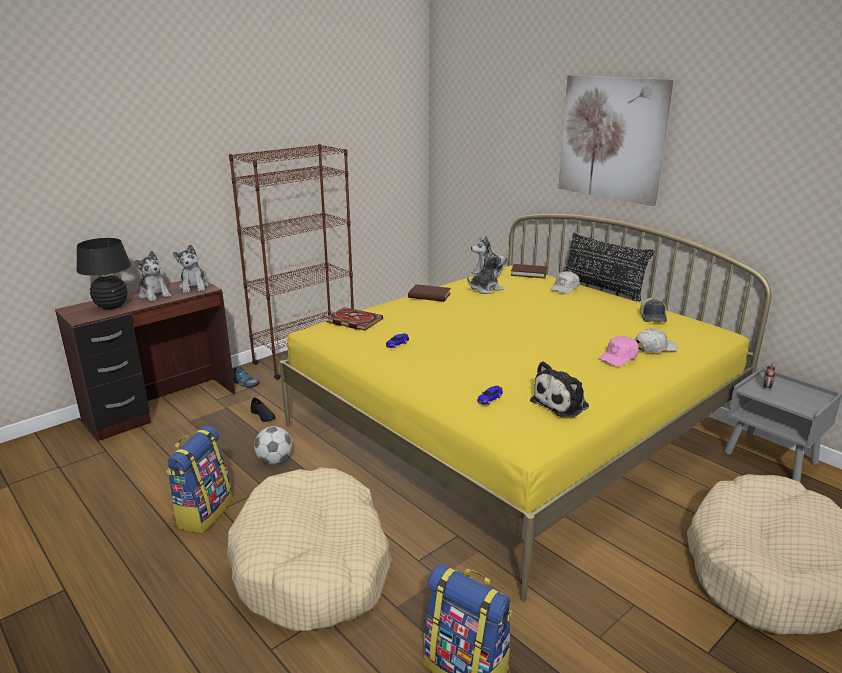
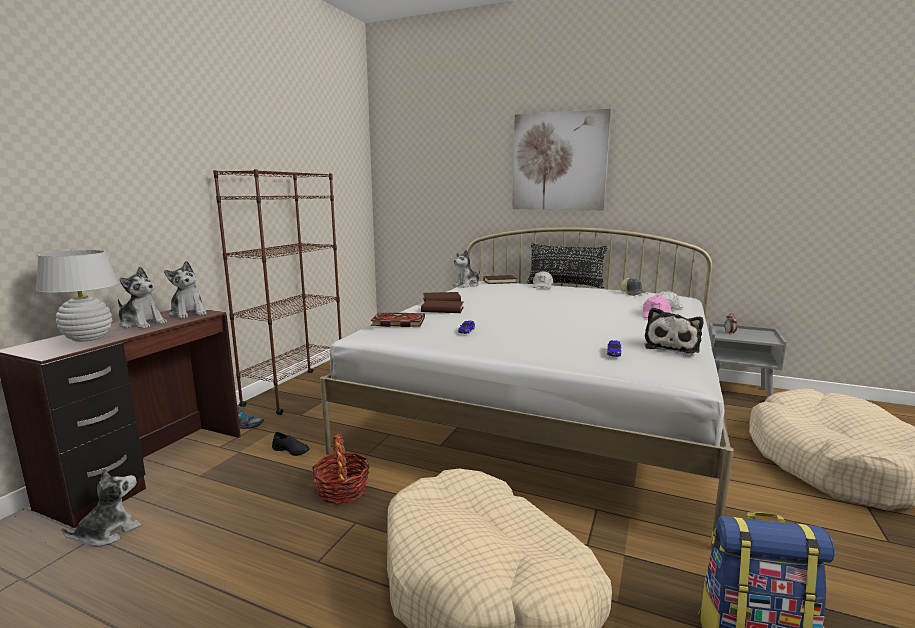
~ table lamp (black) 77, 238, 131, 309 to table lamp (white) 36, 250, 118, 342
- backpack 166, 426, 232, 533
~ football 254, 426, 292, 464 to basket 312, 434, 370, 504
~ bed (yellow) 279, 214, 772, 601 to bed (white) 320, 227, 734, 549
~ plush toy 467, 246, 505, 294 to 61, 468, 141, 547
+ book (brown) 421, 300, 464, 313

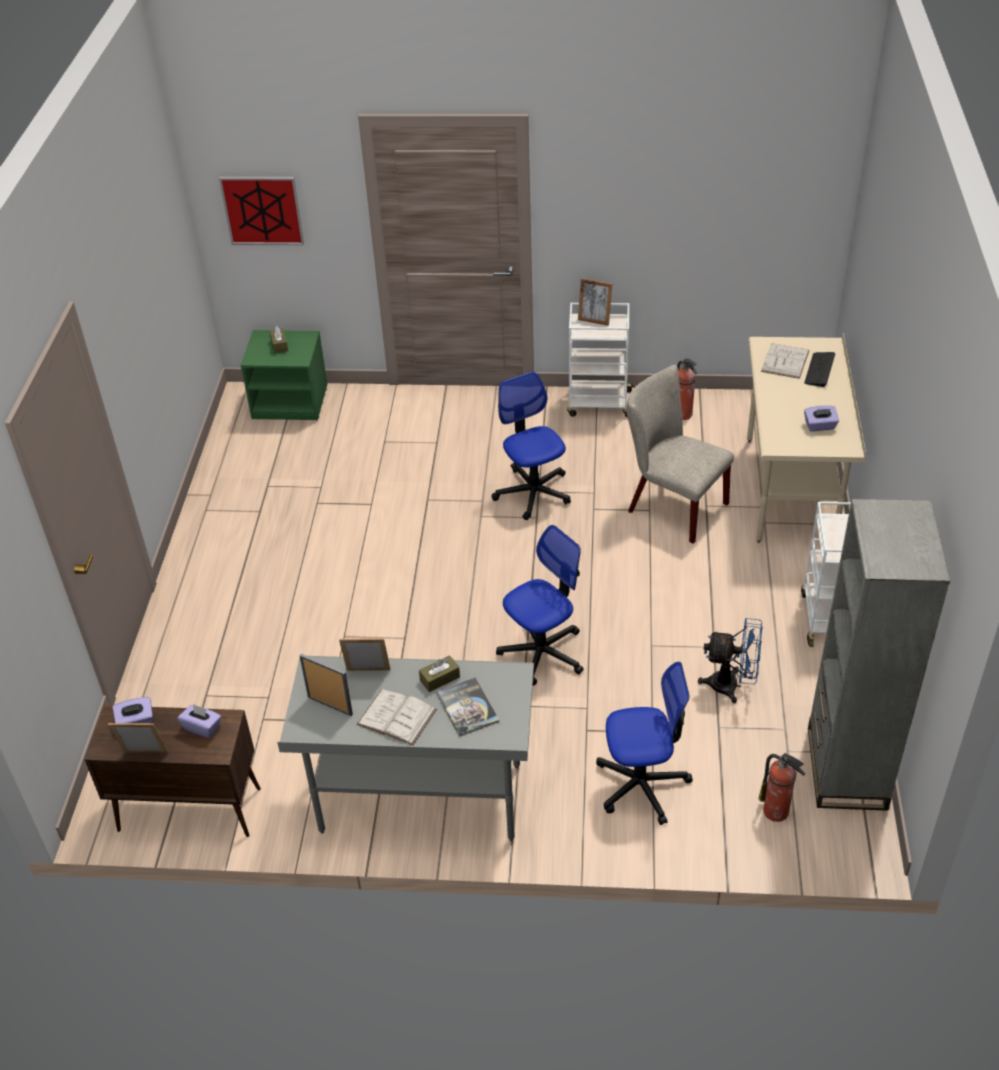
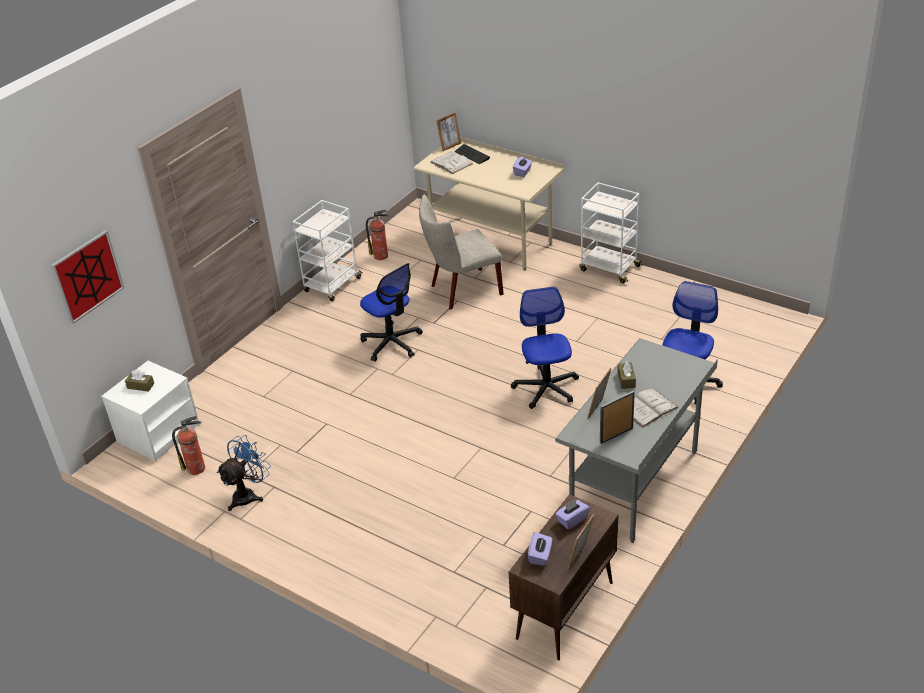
~ nightstand (green) 241, 330, 327, 420 to nightstand (white) 101, 361, 200, 461
- book 436, 677, 499, 737
~ office chair 492, 371, 571, 520 = 360, 263, 423, 362 135 degrees counterclockwise
~ picture frame 578, 278, 612, 326 to 436, 112, 461, 151
~ fan (blue) 698, 618, 762, 703 to 217, 435, 271, 511
~ fire extinguisher 758, 753, 805, 822 to 172, 416, 205, 475
- bookcase (grey) 808, 499, 950, 811

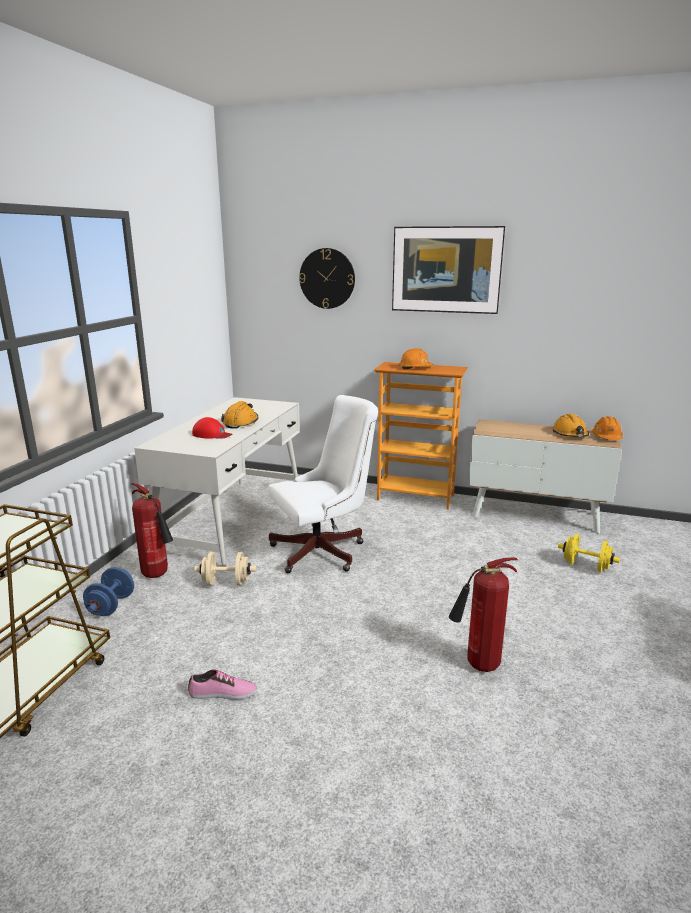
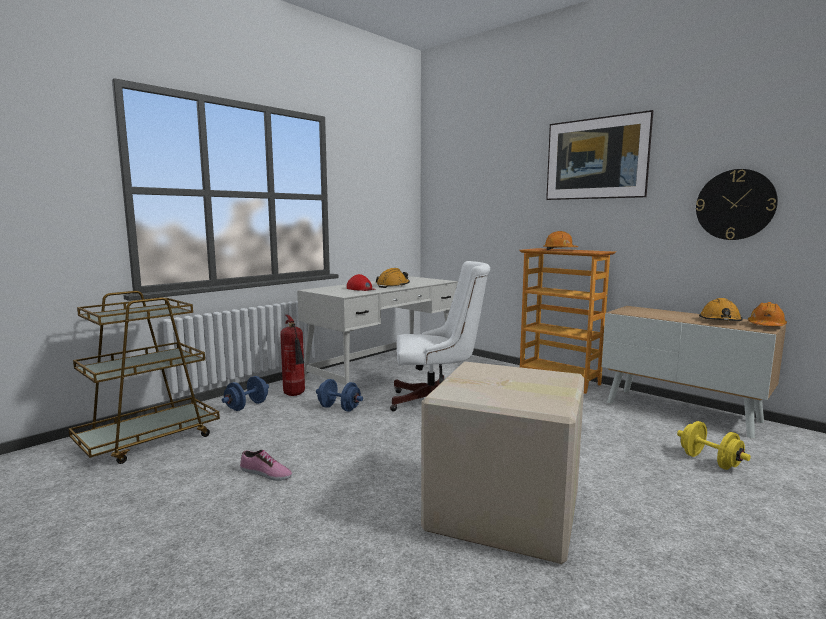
~ dumbbell (beige) 194, 552, 256, 586 to dumbbell (blue) 316, 379, 363, 412
~ wall clock 299, 248, 355, 309 to 696, 169, 778, 240
~ fire extinguisher 449, 558, 518, 672 to cardboard box 421, 361, 585, 564

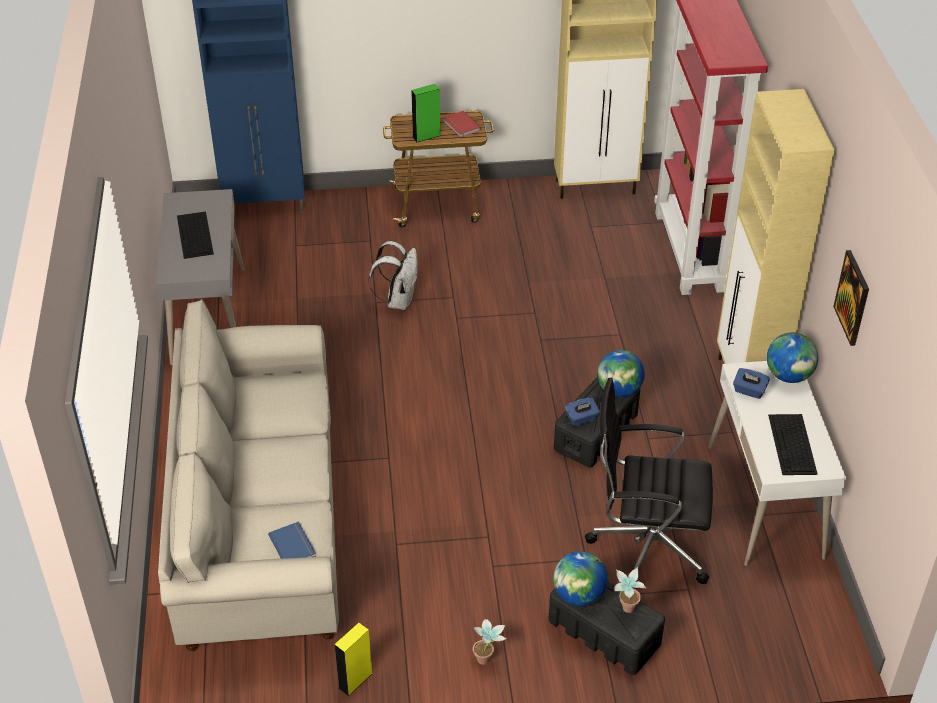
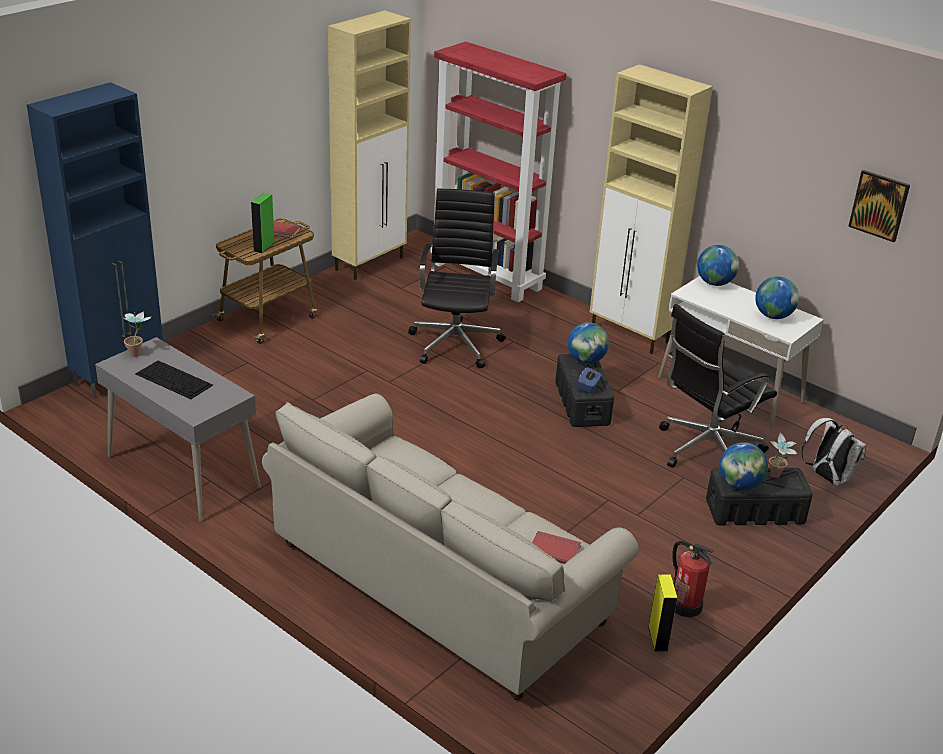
~ book (blue) 268, 521, 316, 559 to book (red) 532, 531, 581, 564
~ backpack (white) 368, 241, 418, 310 to 802, 418, 867, 486
~ potted plant 473, 619, 506, 665 to 122, 311, 152, 357
- tissue box (blue) 733, 368, 770, 399
~ keyboard 768, 414, 818, 475 to globe 755, 277, 799, 319
~ picture 833, 250, 869, 346 to 848, 170, 910, 242
+ office chair (black) 408, 188, 506, 368
+ fire extinguisher 672, 541, 714, 617

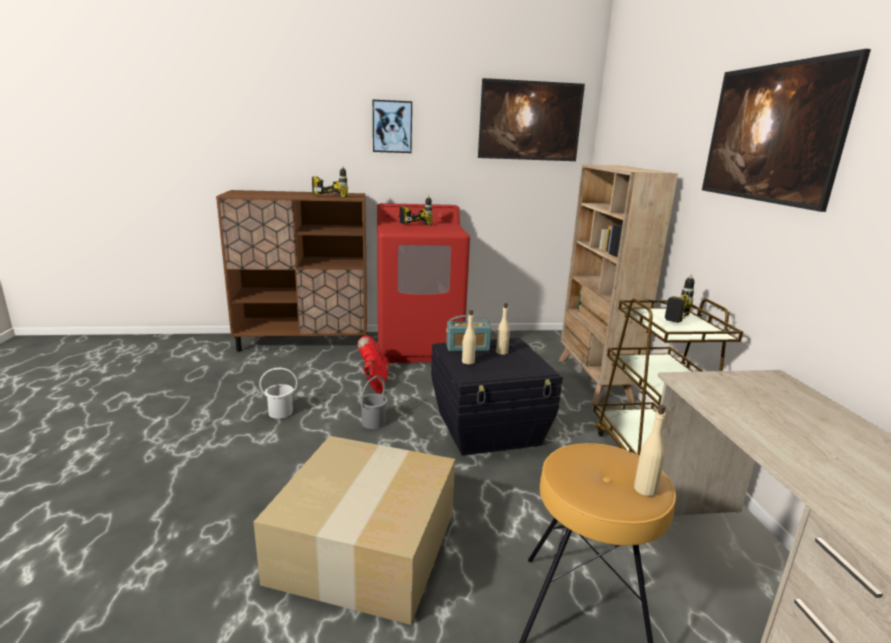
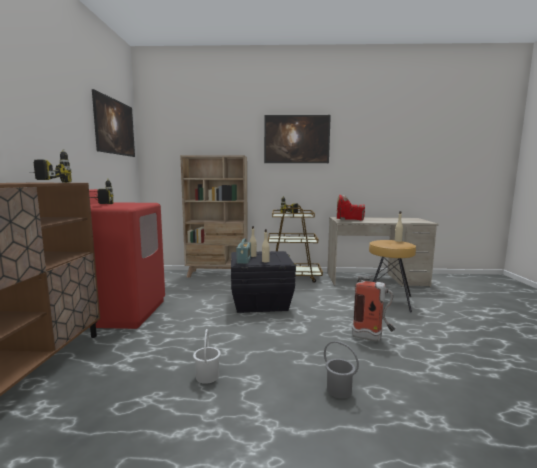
~ cardboard box 254, 436, 455, 625 to fire extinguisher 352, 275, 395, 342
~ boot (red) 358, 335, 389, 393 to 337, 195, 365, 221
~ bucket (grey) 359, 376, 388, 429 to 324, 341, 359, 399
- picture 373, 100, 412, 153

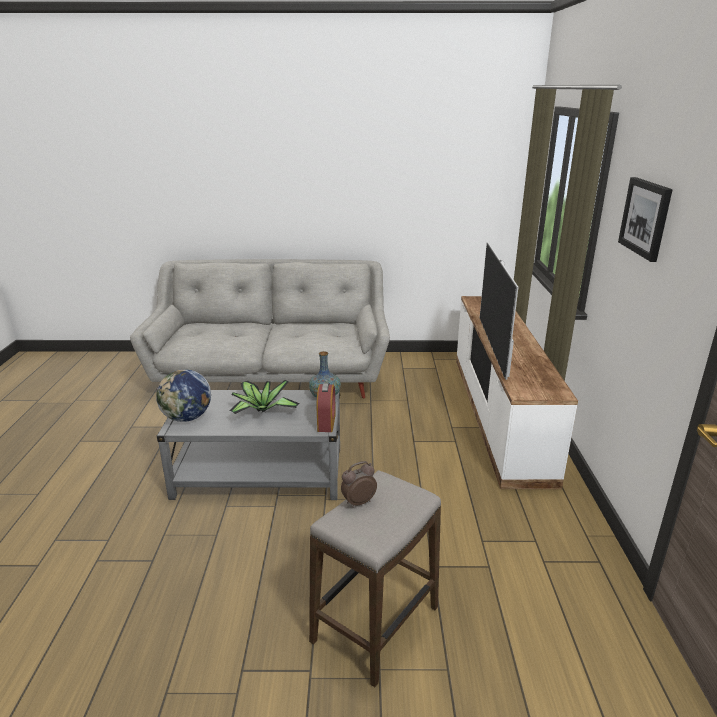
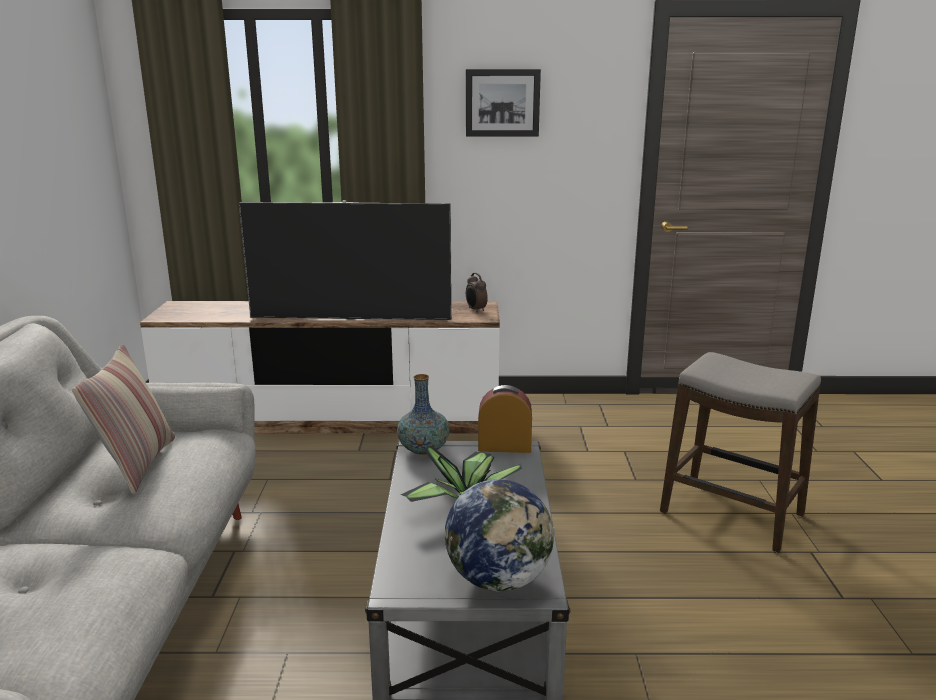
~ alarm clock 341, 461, 377, 508 to 466, 272, 488, 313
+ pillow 72, 344, 175, 494

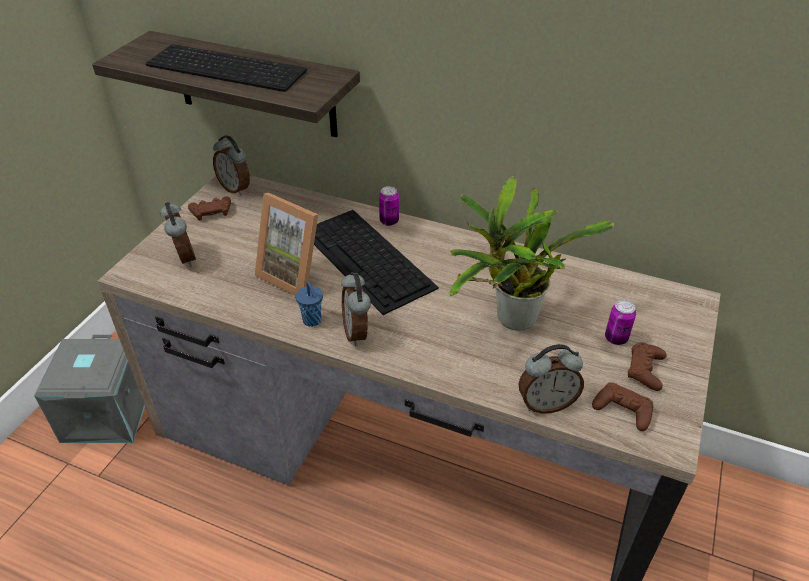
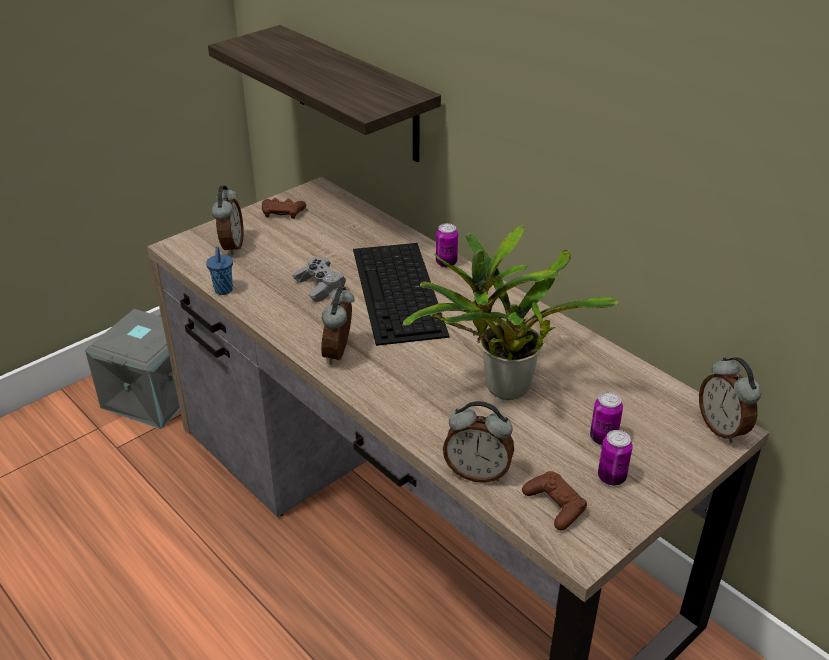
- keyboard 146, 44, 307, 92
~ alarm clock 213, 135, 250, 196 to 699, 357, 761, 443
~ picture frame 255, 193, 318, 297 to game controller (grey) 293, 257, 345, 302
~ cup (blue) 296, 281, 323, 327 to 206, 246, 233, 295
~ game controller (brown) 628, 342, 667, 391 to can 598, 430, 633, 485

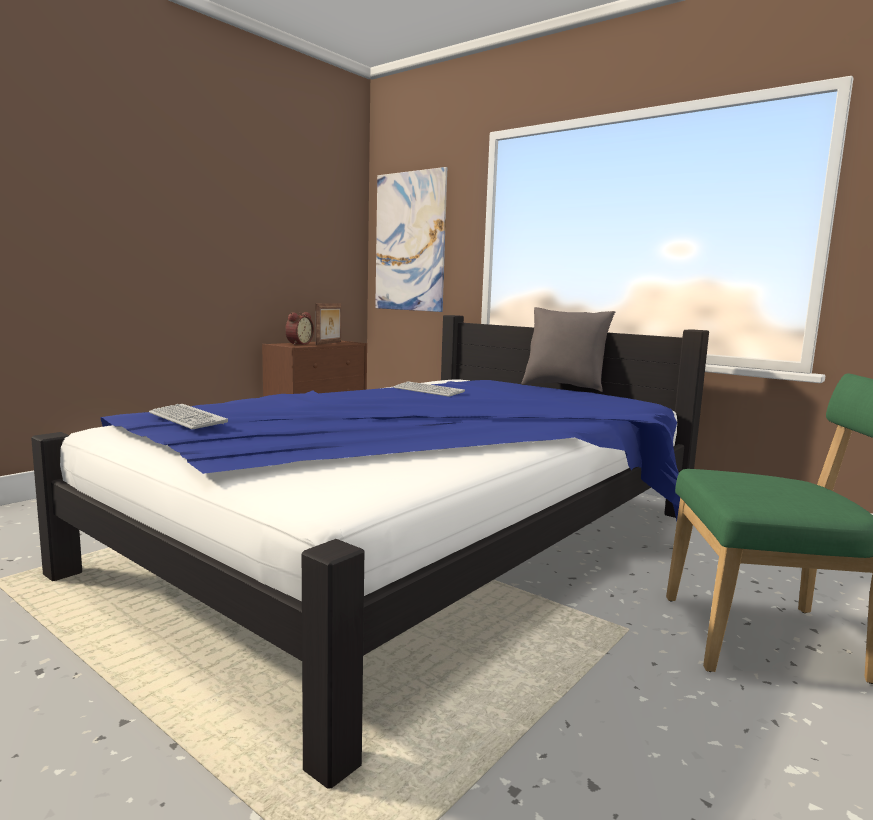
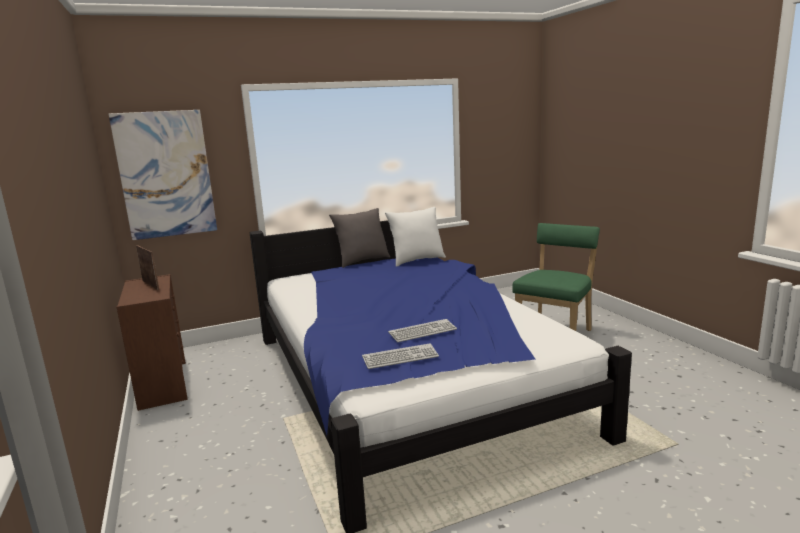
- alarm clock 285, 312, 314, 345
~ keyboard 393, 382, 465, 397 to 388, 319, 457, 342
+ pillow (white) 385, 207, 446, 267

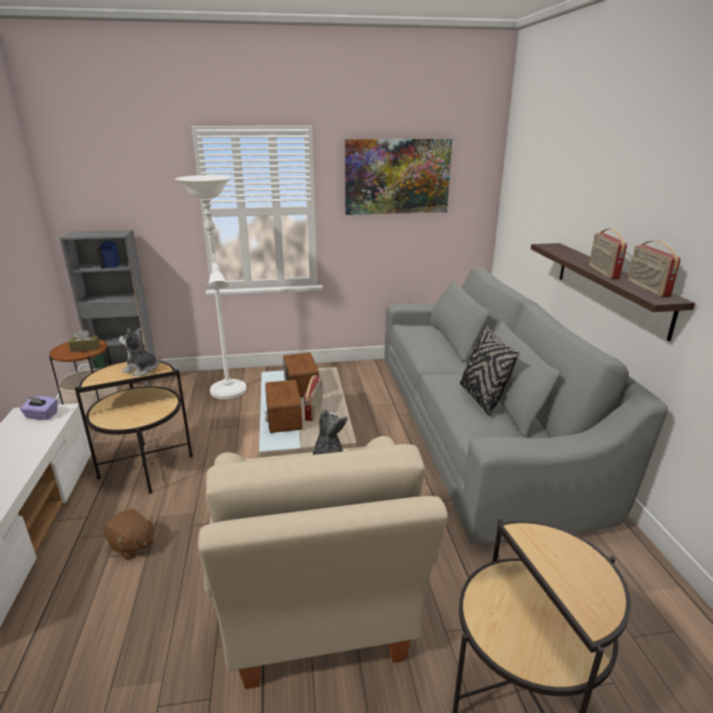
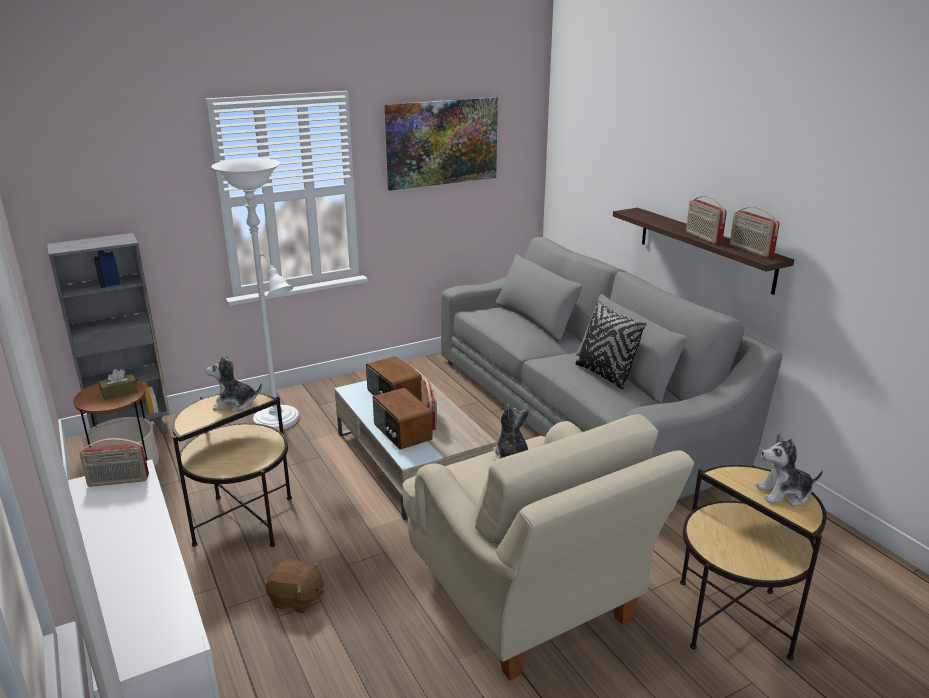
~ tissue box (purple) 20, 396, 57, 420 to radio 80, 438, 149, 487
+ plush toy 756, 433, 823, 506

